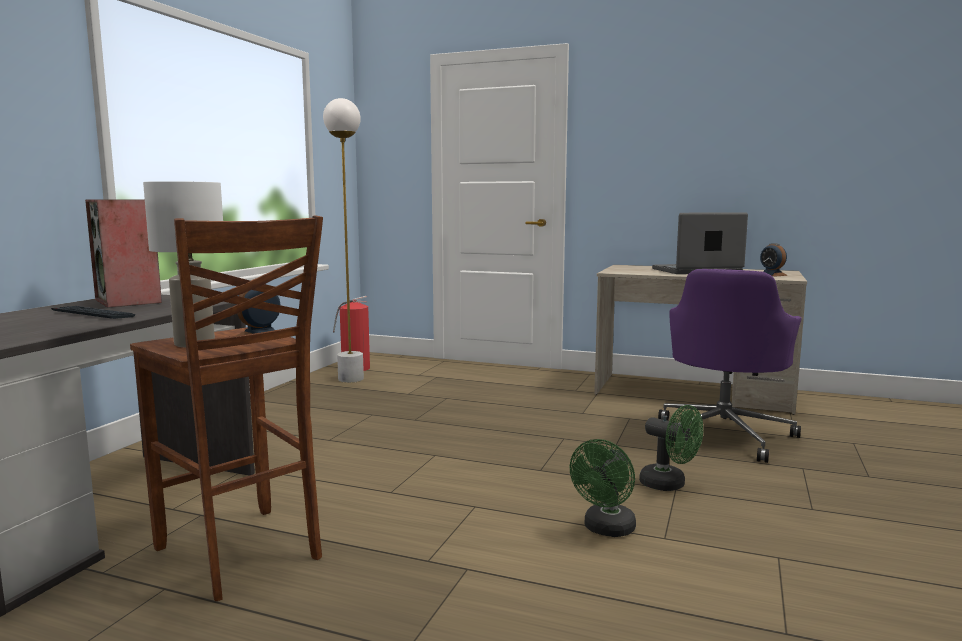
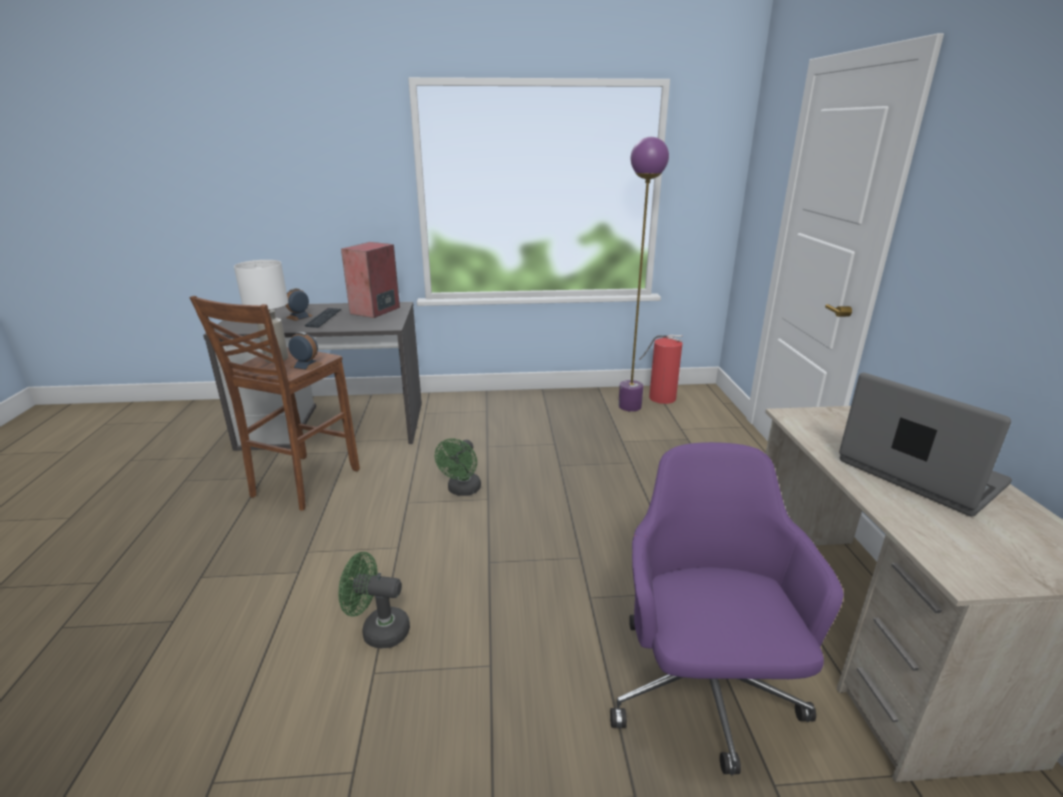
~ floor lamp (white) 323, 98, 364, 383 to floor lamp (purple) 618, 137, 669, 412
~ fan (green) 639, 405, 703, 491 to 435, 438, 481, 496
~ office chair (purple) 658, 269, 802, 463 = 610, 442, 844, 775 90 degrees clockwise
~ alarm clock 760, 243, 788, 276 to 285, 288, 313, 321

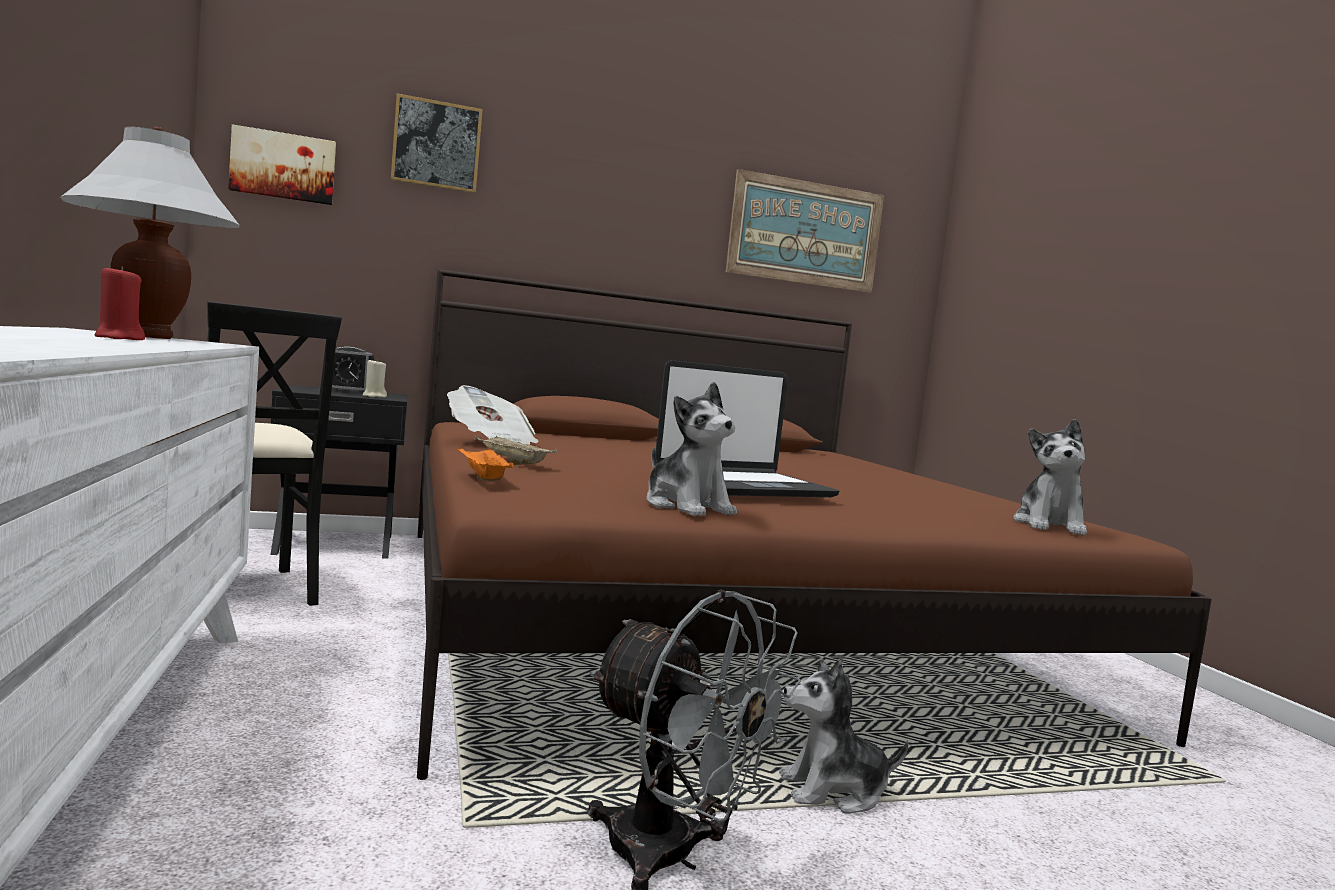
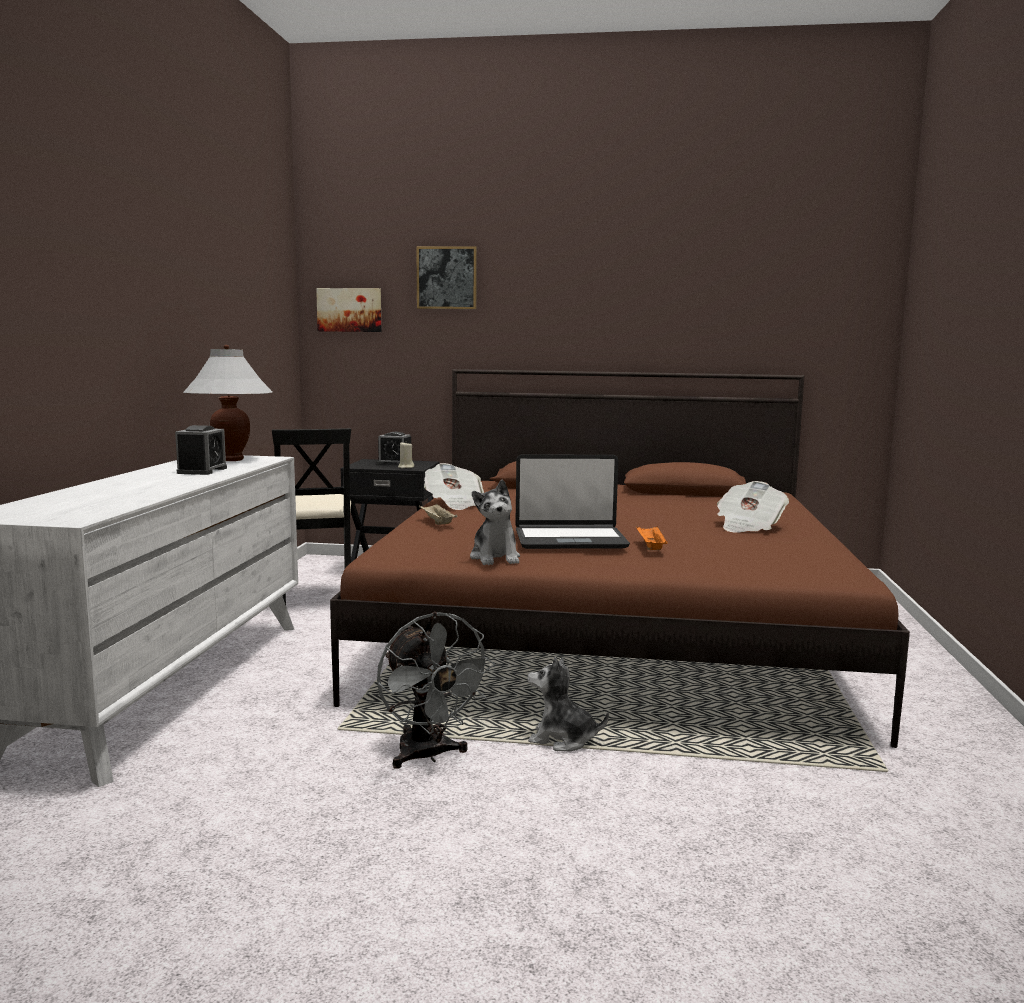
~ candle (red) 95, 266, 145, 340 to alarm clock 175, 425, 227, 475
~ tray (orange) 458, 448, 514, 481 to 636, 526, 668, 550
- picture 726, 169, 884, 293
- plush toy 1013, 419, 1087, 535
+ newspaper 717, 481, 789, 533

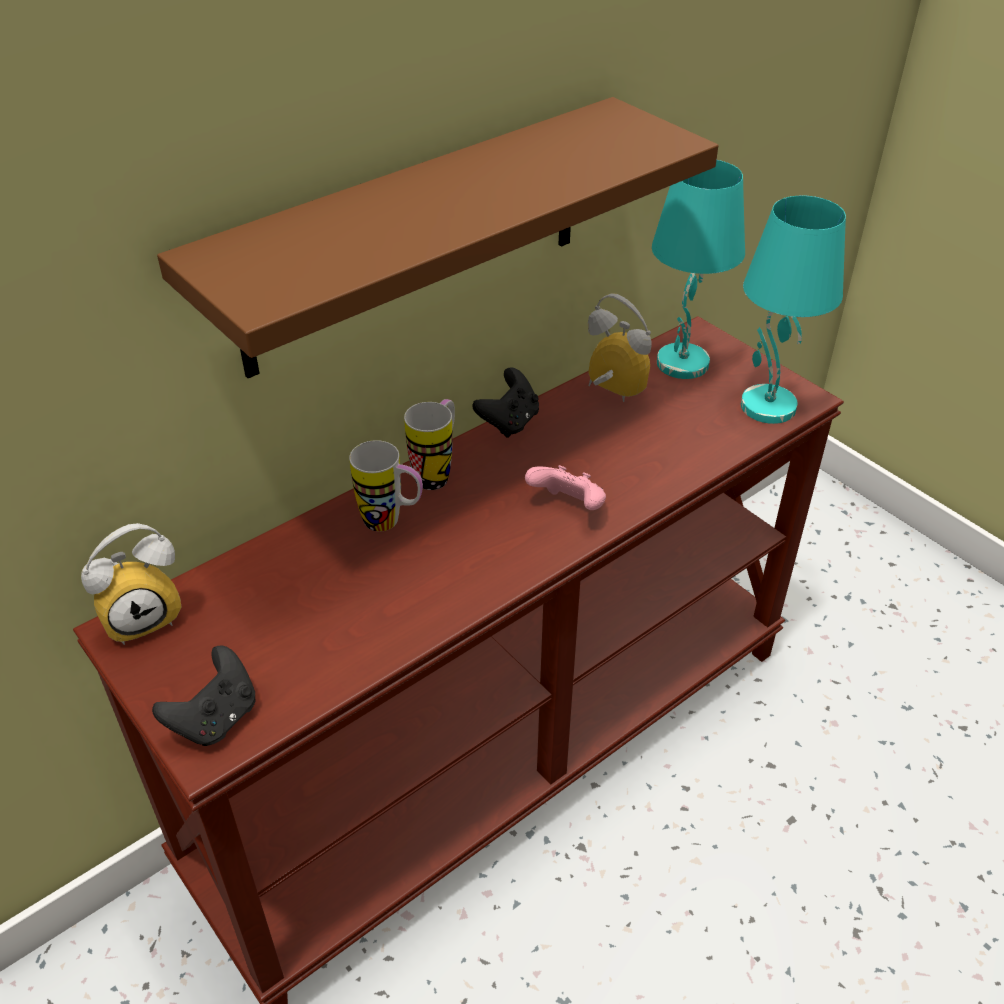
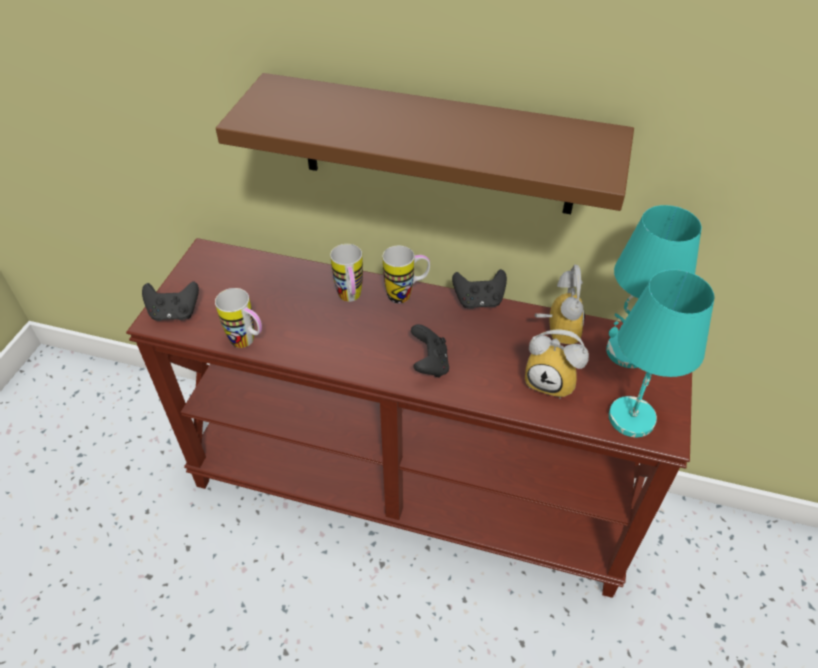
~ alarm clock 81, 523, 182, 645 to 525, 329, 589, 399
~ game controller (pink) 525, 465, 606, 510 to game controller (black) 411, 324, 449, 378
+ mug 215, 288, 262, 348

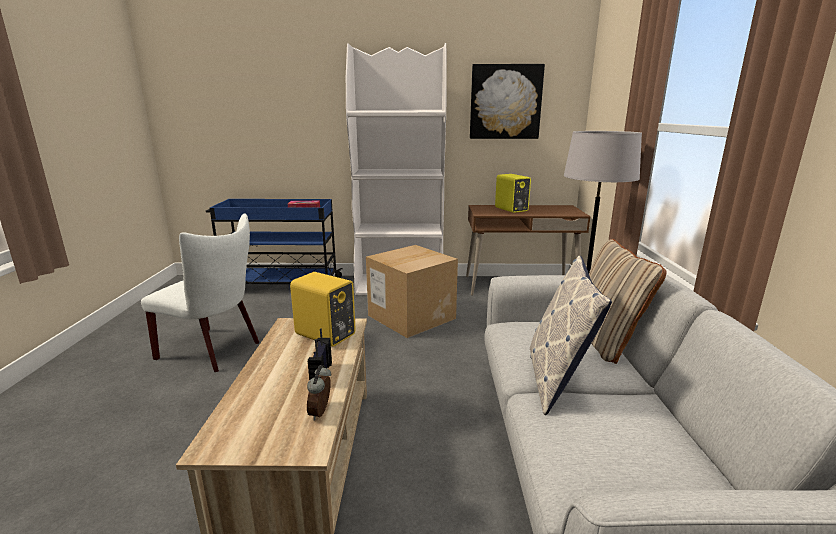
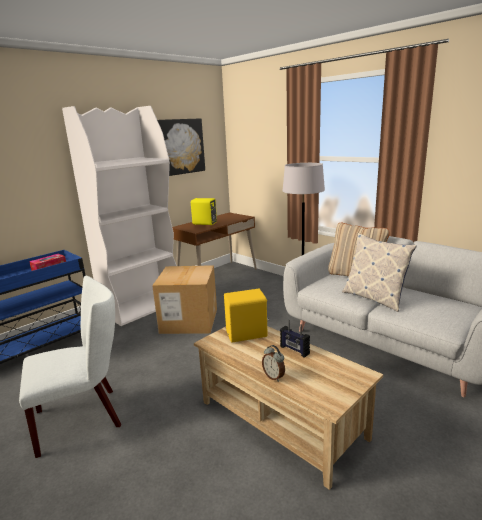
~ alarm clock 307, 365, 331, 421 to 262, 345, 285, 382

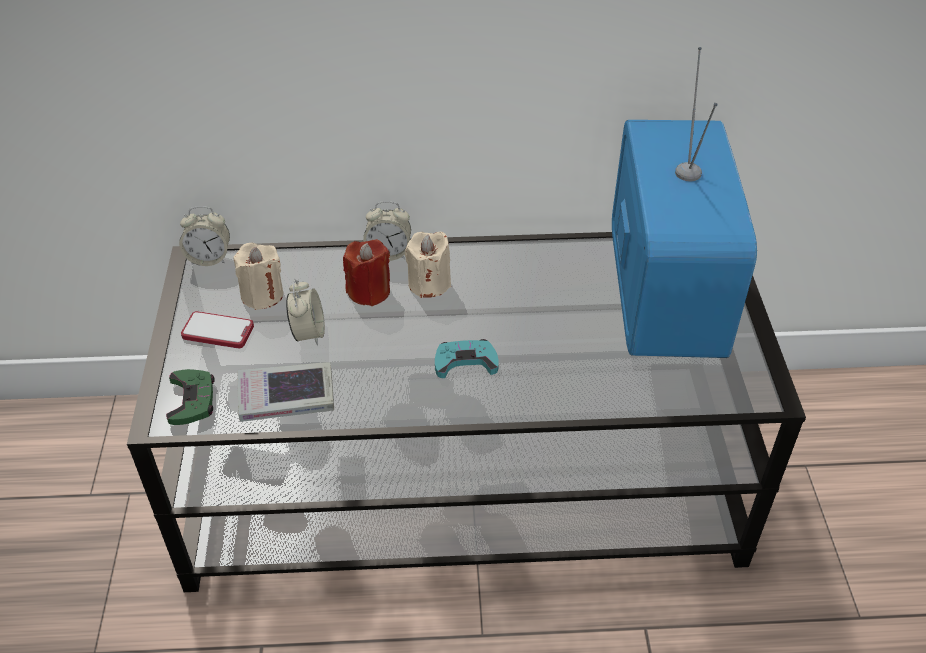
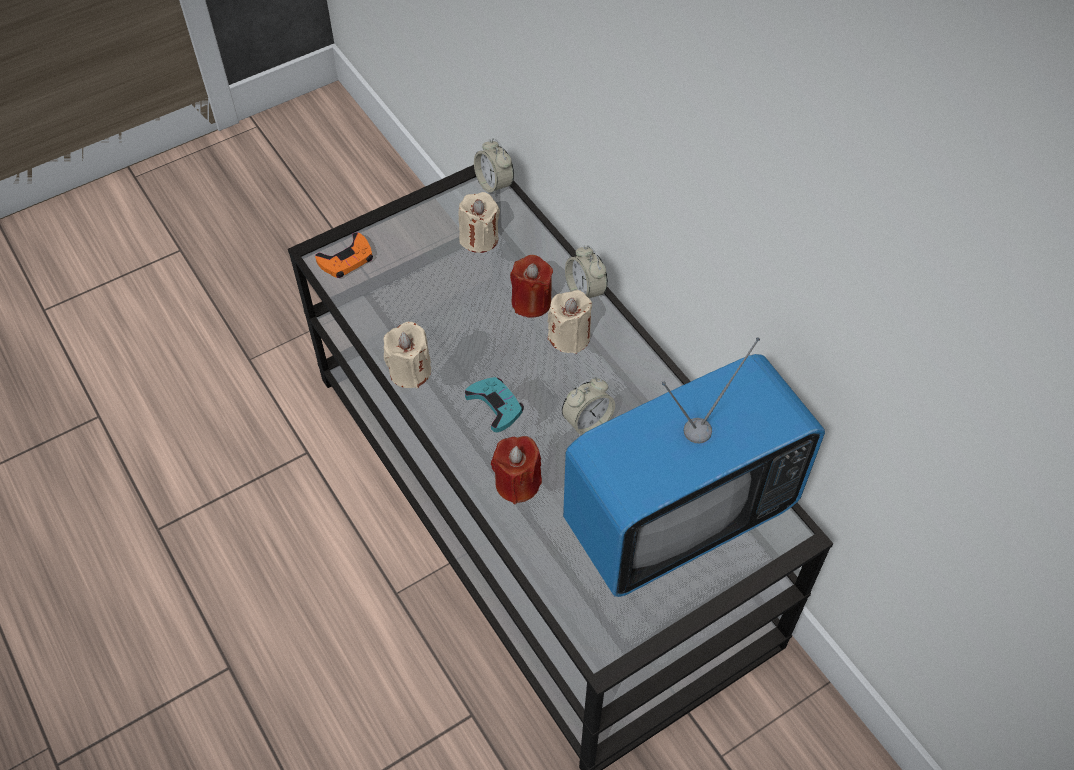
~ game controller (green) 166, 369, 215, 425 to game controller (orange) 315, 233, 373, 278
- phone 181, 311, 254, 348
- book 238, 362, 334, 422
~ alarm clock 286, 280, 325, 345 to 562, 377, 615, 436
+ candle (beige) 383, 322, 431, 388
+ candle (red) 491, 436, 542, 504

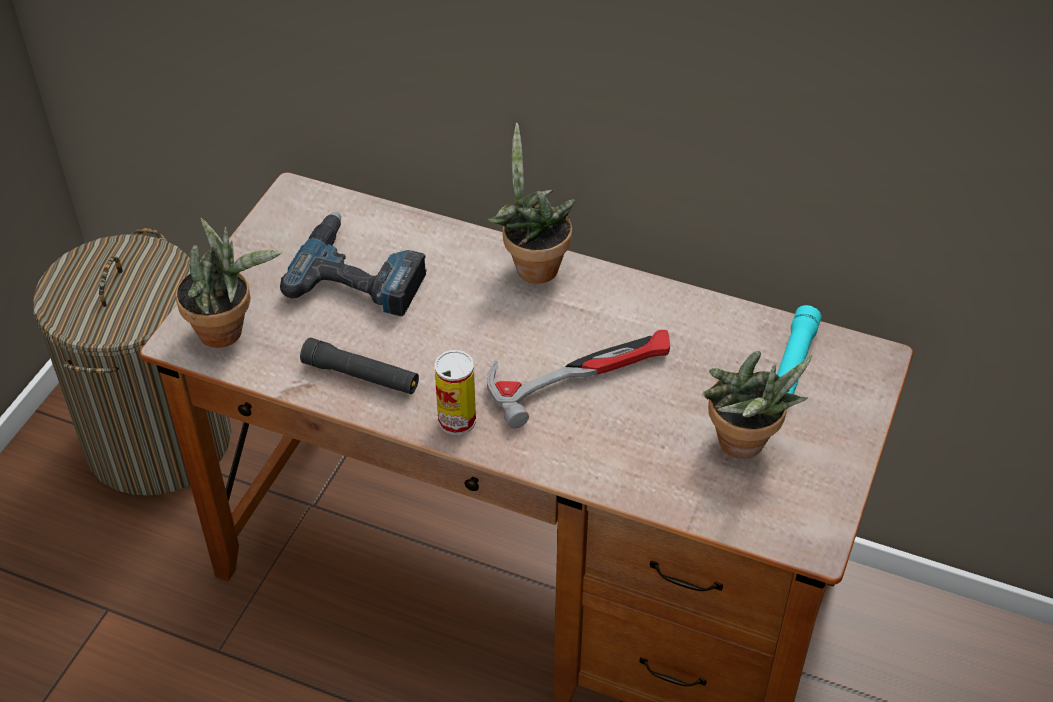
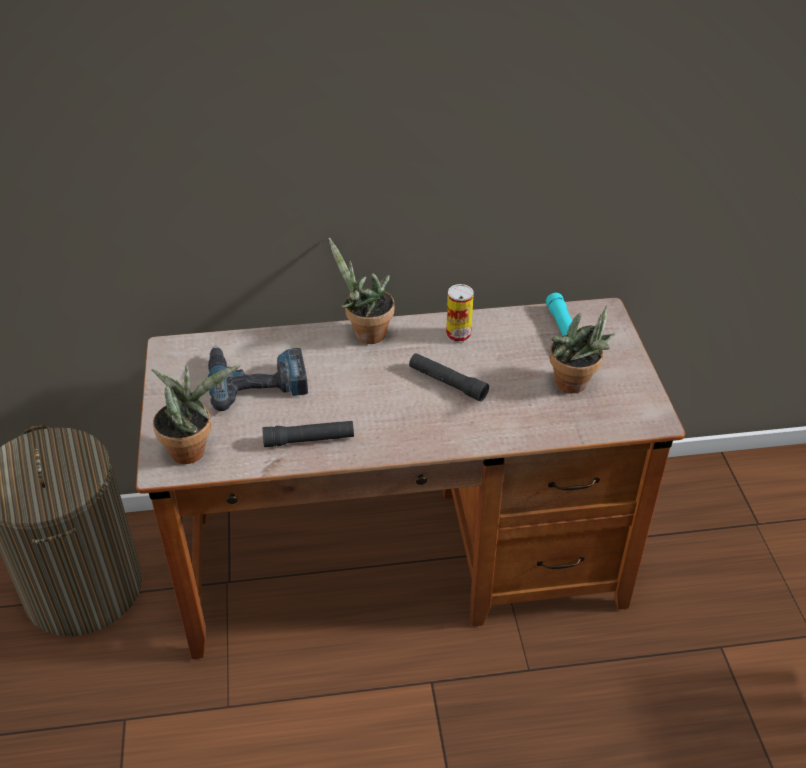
~ can 434, 350, 476, 435 to 446, 284, 474, 343
~ hammer 487, 330, 670, 428 to flashlight (black) 409, 353, 489, 401

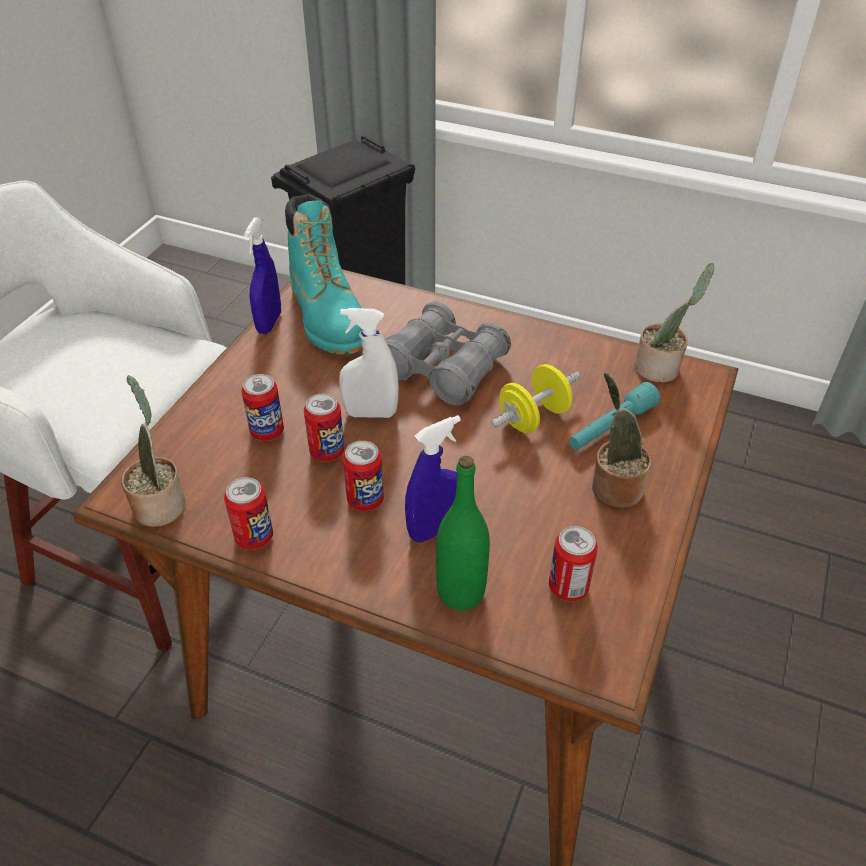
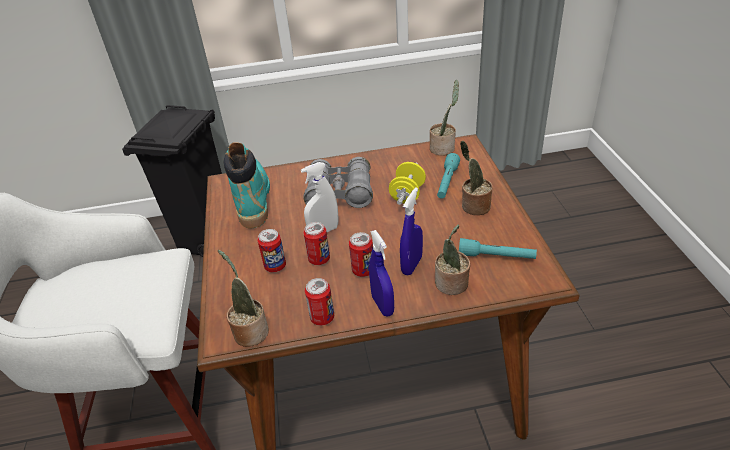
~ spray bottle (blue) 244, 217, 281, 334 to 369, 230, 394, 317
~ boot (turquoise) 285, 194, 363, 354 = 224, 142, 270, 228 135 degrees counterclockwise
~ bottle (green) 436, 456, 490, 610 to potted plant 435, 224, 470, 295
~ can 549, 526, 598, 601 to flashlight (turquoise) 459, 238, 537, 259

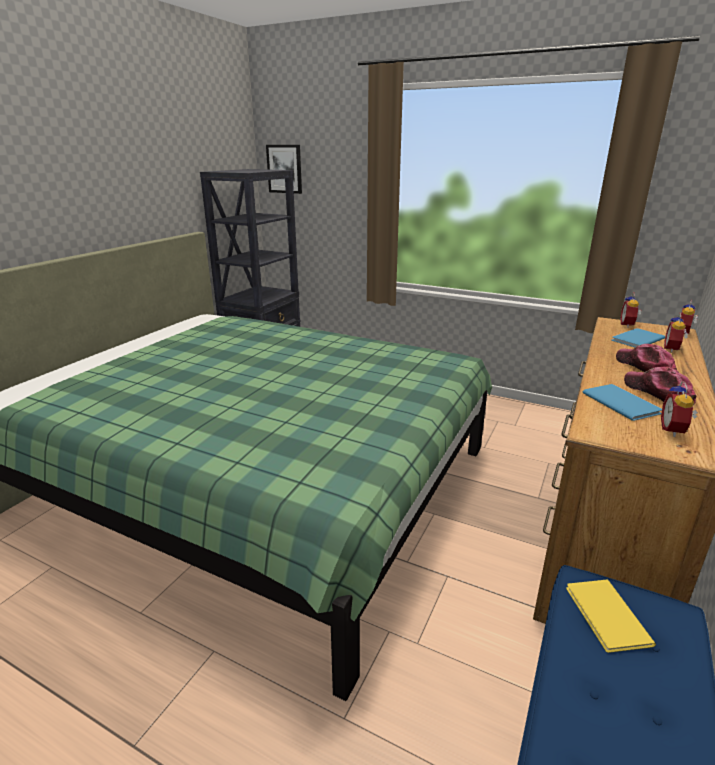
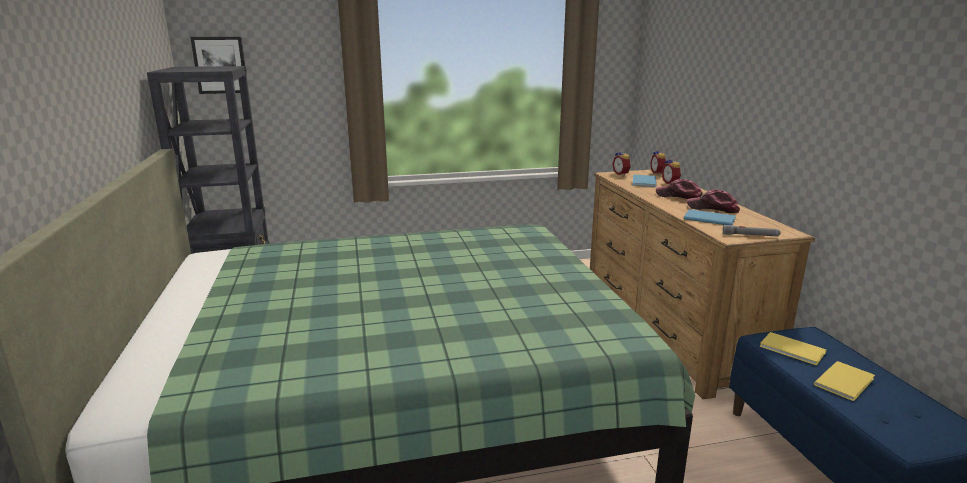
- alarm clock 661, 381, 698, 437
+ flashlight (grey) 722, 225, 781, 237
+ book (yellow) 814, 361, 875, 401

